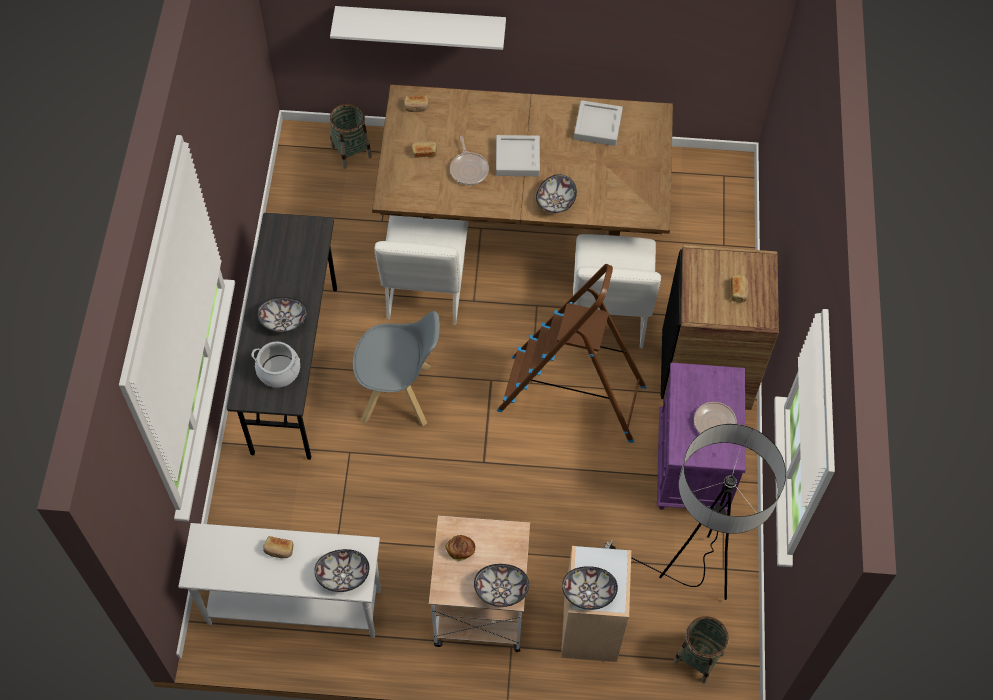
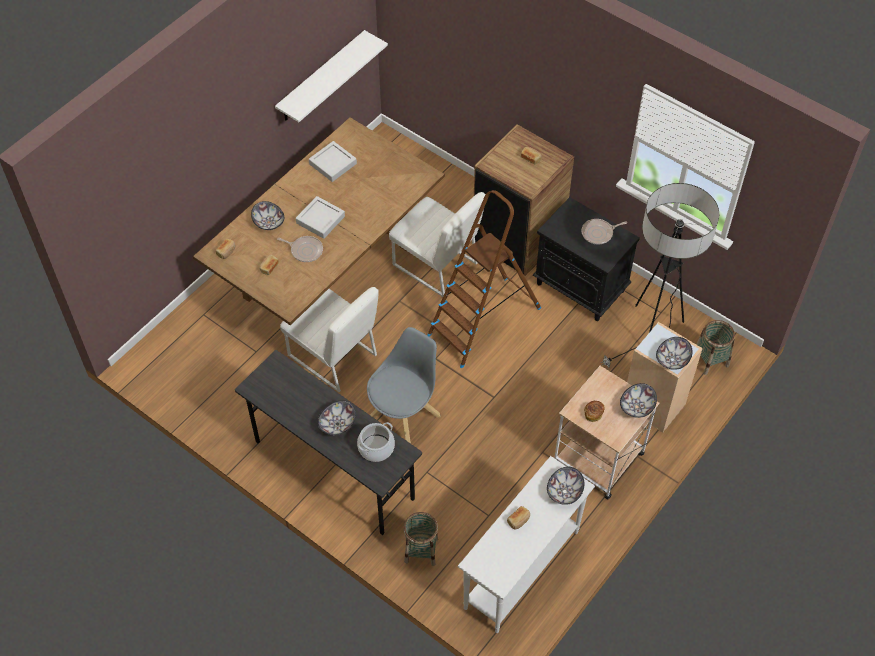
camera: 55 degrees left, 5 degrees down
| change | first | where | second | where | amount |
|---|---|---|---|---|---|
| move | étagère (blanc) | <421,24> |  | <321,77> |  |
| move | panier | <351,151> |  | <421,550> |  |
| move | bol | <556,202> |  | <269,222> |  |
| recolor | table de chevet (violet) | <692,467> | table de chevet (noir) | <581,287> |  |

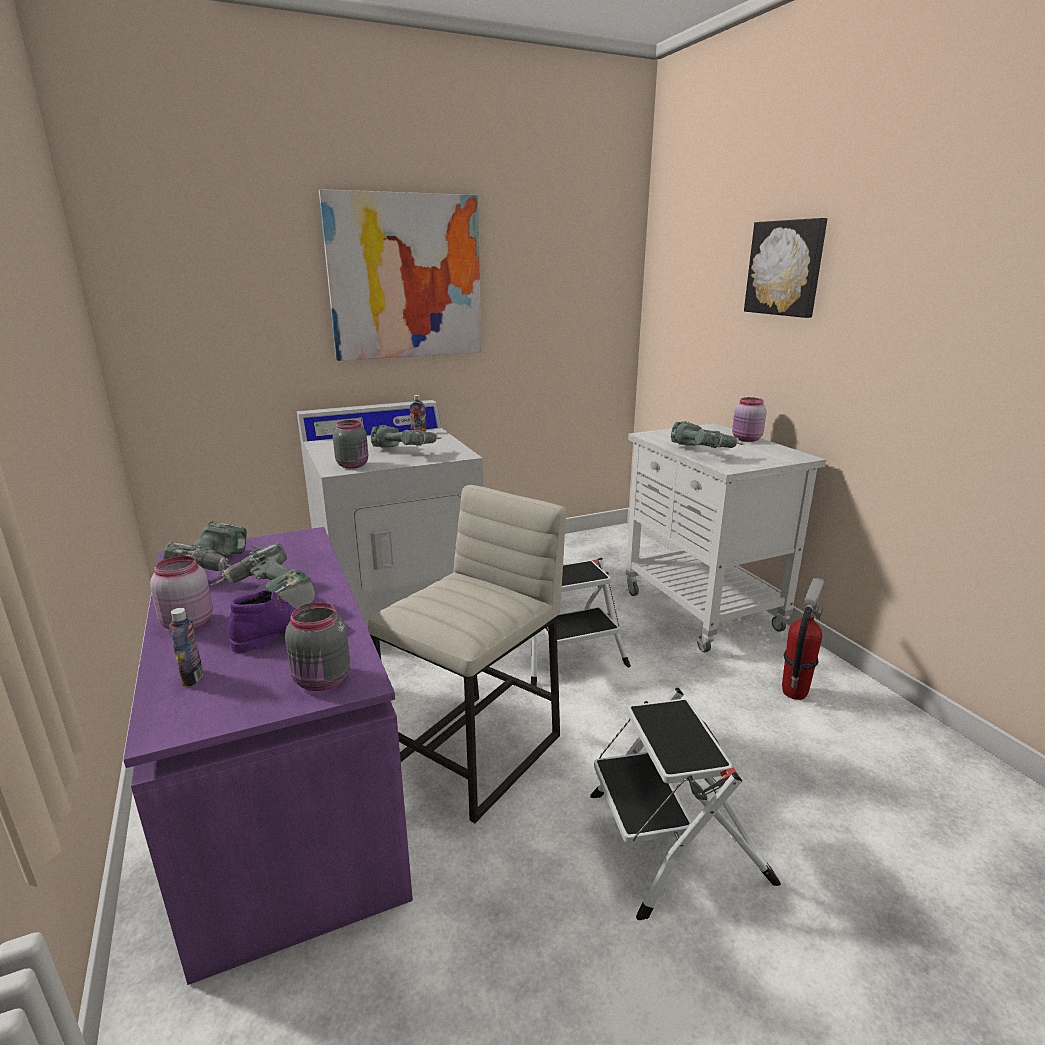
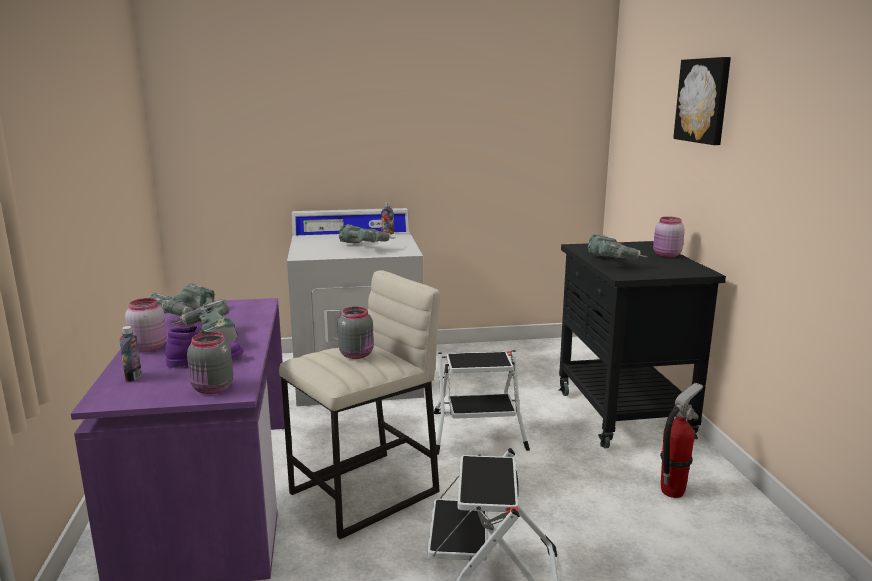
camera: 15 degrees right, 5 degrees down
| change | first | where | second | where | amount |
|---|---|---|---|---|---|
| delete | tableau | <405,277> |  |  |  |
| move | bocal (gris) | <353,465> |  | <357,354> |  |
| recolor | chariot (blanc) | <702,612> | chariot (noir) | <623,417> |  |

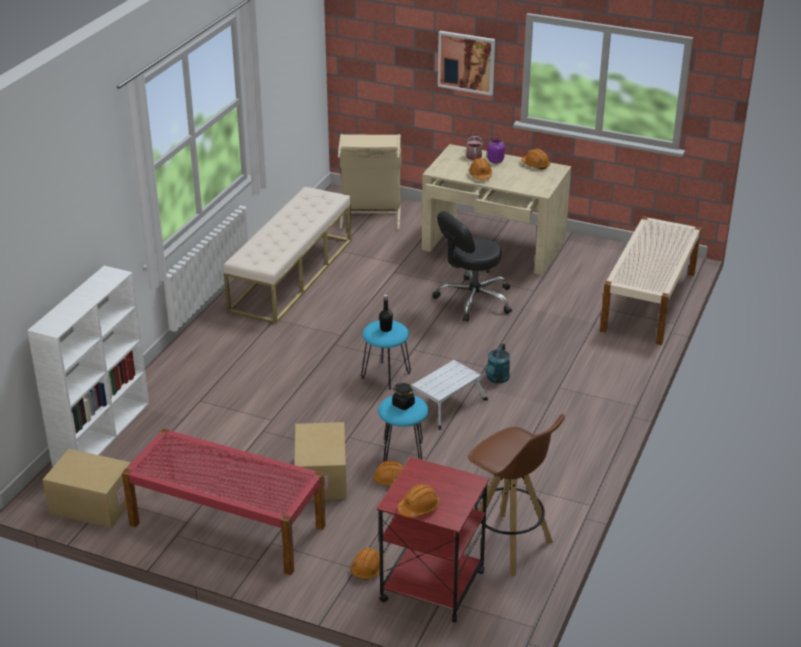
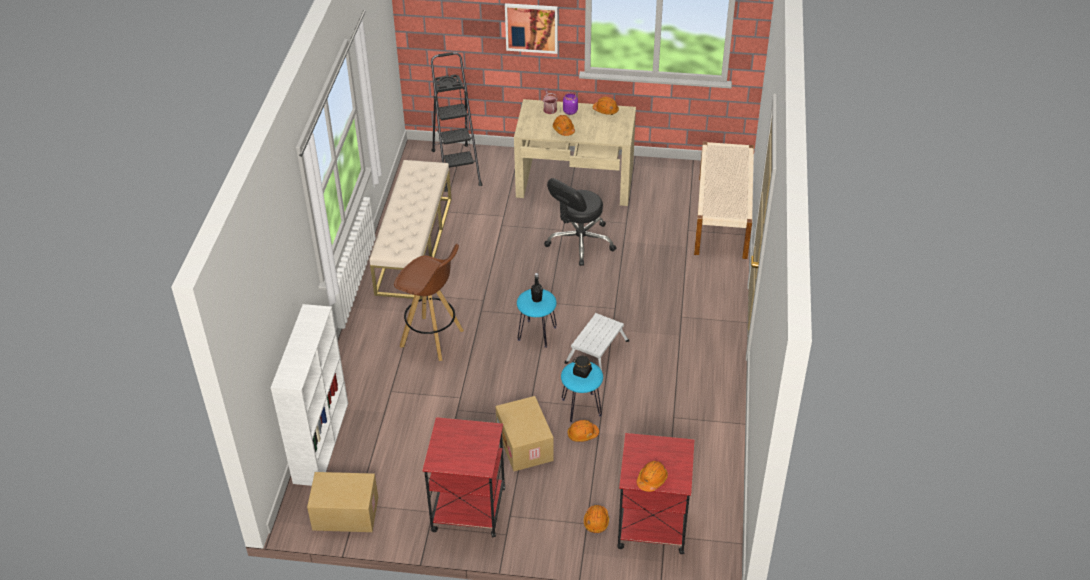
camera: 15 degrees left, 10 degrees up
| change | first | where | second | where | amount |
|---|---|---|---|---|---|
| replace | panier à linge (beige) | <370,214> | escabeau | <456,166> |  |
| delete | arrosoir (turquoise) | <497,379> |  |  |  |
| move | tabouret (marron) | <508,545> |  | <433,339> |  |
| replace | banc (rouge) | <227,526> | chariot (rouge) | <467,508> |  |

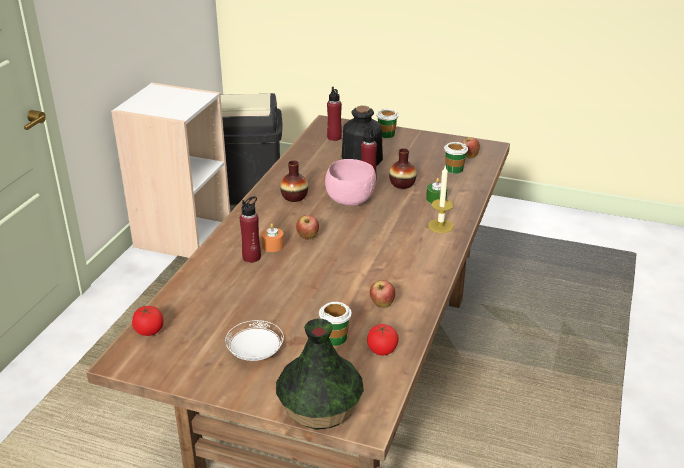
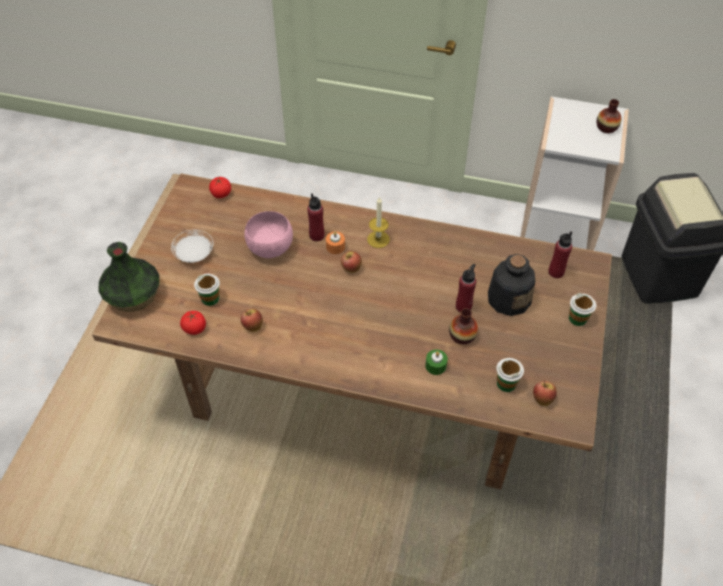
camera: 85 degrees right, 20 degrees up
| change | first | where | second | where | amount |
|---|---|---|---|---|---|
| move | bol (rose) | <351,200> |  | <271,249> |  |
| move | vase | <294,197> |  | <606,127> |  |
| move | bougie | <440,226> |  | <378,239> |  |

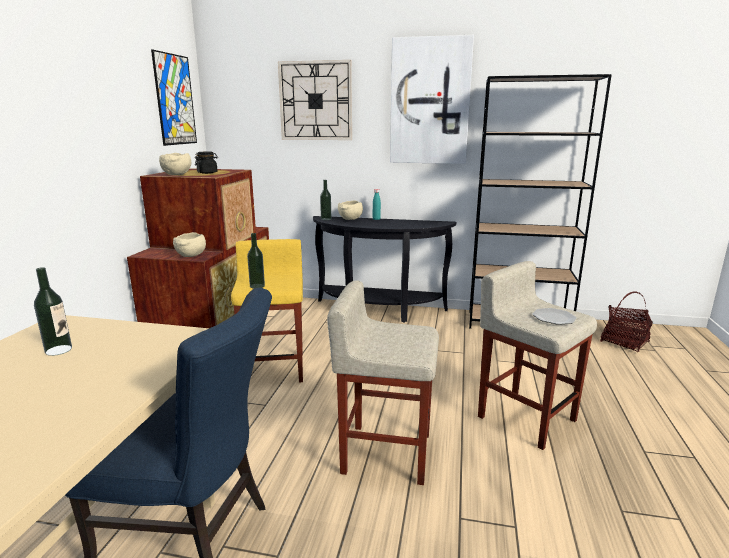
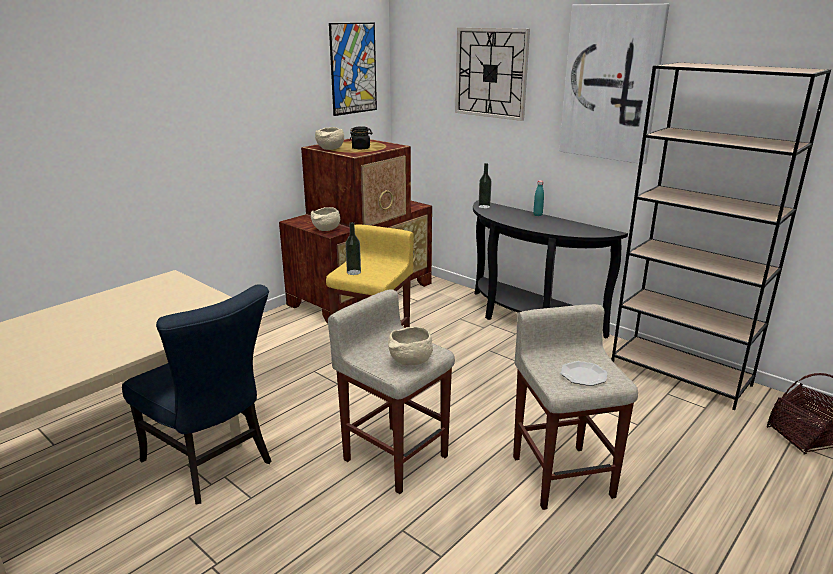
camera: 30 degrees right, 5 degrees up
| change | first | where | second | where | amount |
|---|---|---|---|---|---|
| move | bol (beige) | <350,219> |  | <410,362> |  |
| delete | bouteille | <58,350> |  |  |  |

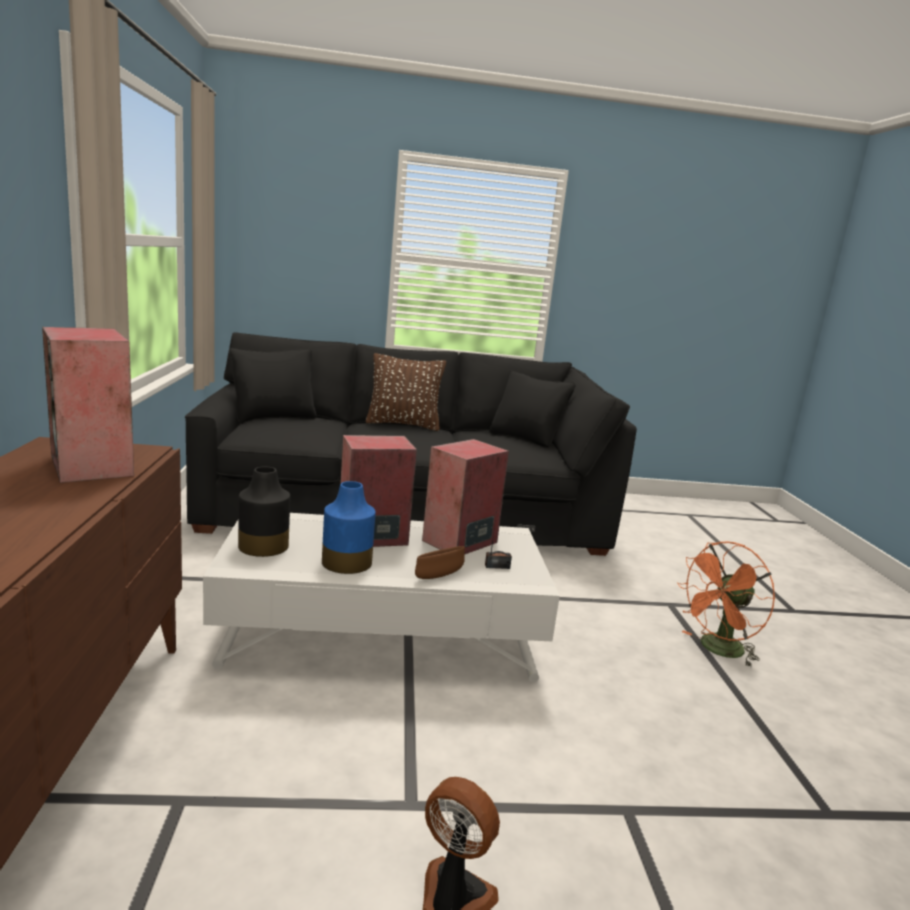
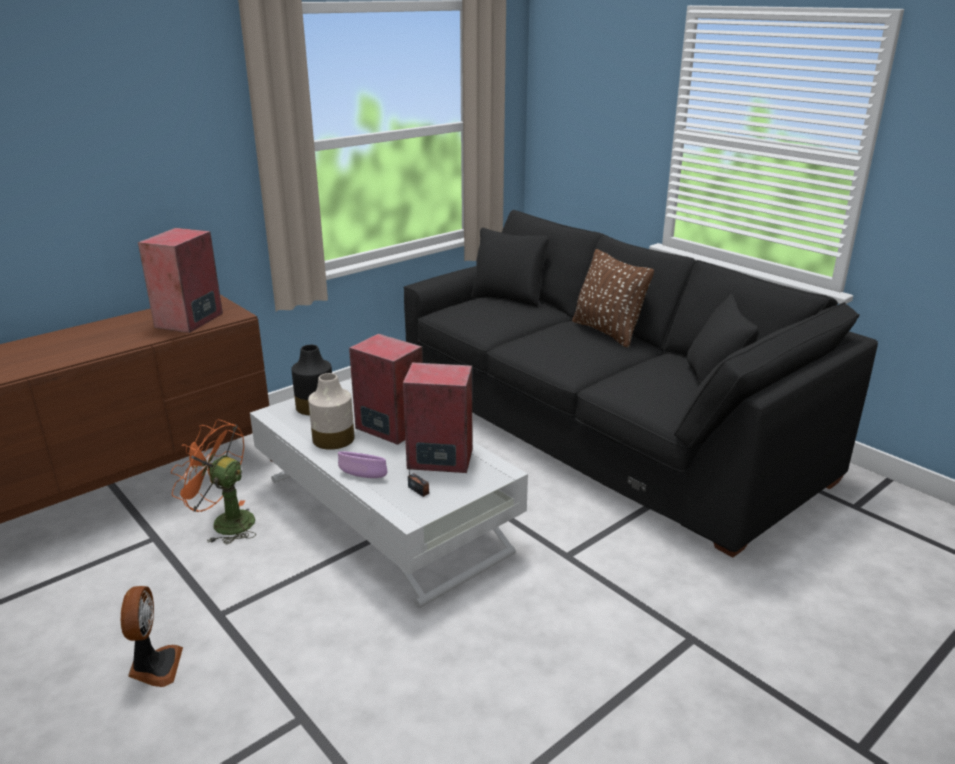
camera: 55 degrees right, 10 degrees up
| change | first | where | second | where | amount |
|---|---|---|---|---|---|
| recolor | vase (bleu) | <347,562> | vase (beige) | <333,439> |  |
| move | ventilateur (orange) | <717,650> |  | <224,522> |  |
| recolor | bol (marron) | <439,576> | bol (violet) | <363,476> |  |

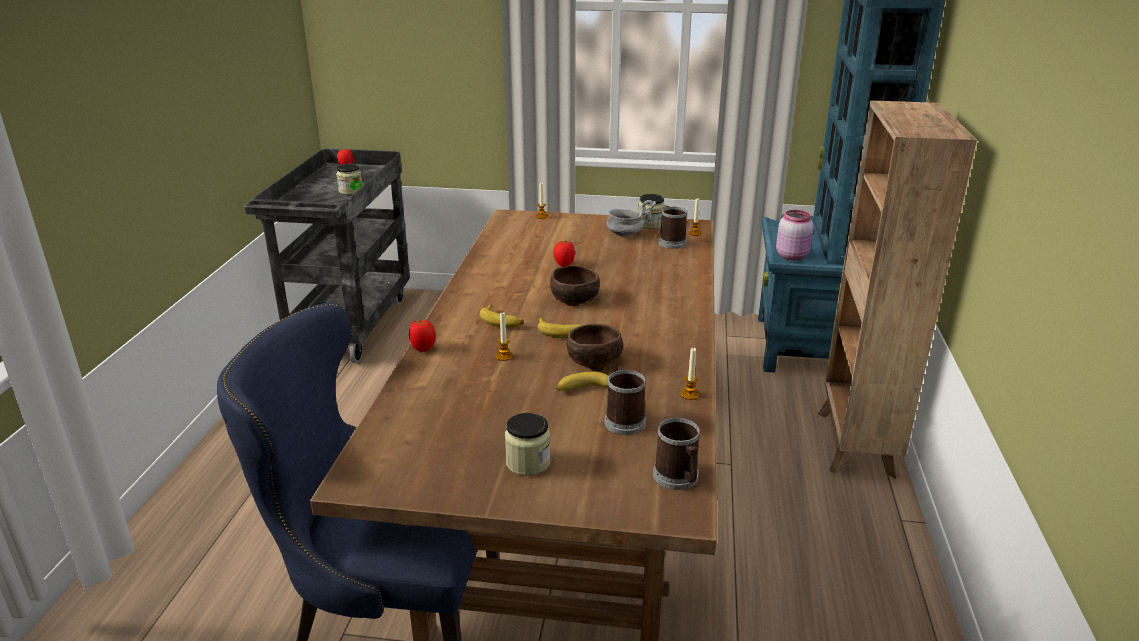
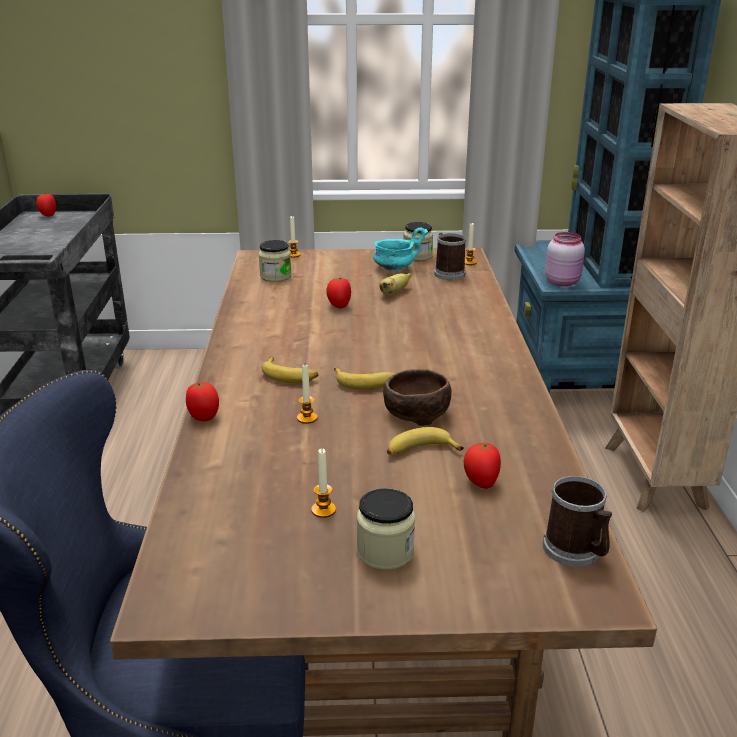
camera: 10 degrees left, 0 degrees up
| change | first | where | second | where | amount |
|---|---|---|---|---|---|
| move | bocal | <350,191> |  | <275,276> |  |
| recolor | bol (gris) | <626,234> | bol (turquoise) | <395,268> |  |
| delete | bol (marron) | <576,299> |  |  |  |
| move | bougie | <689,395> |  | <323,510> |  |
| replace | mug | <624,420> | tomate | <480,483> |  |
| insert |  |  | banane | <394,292> |  |

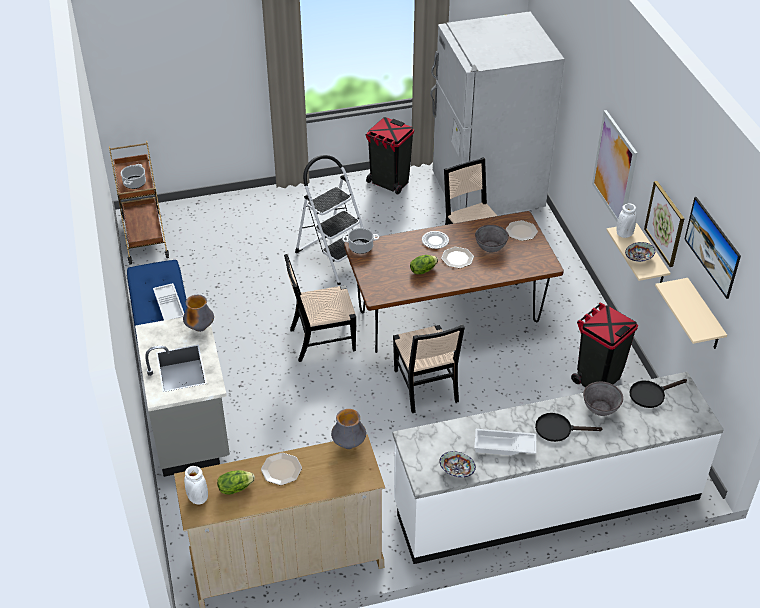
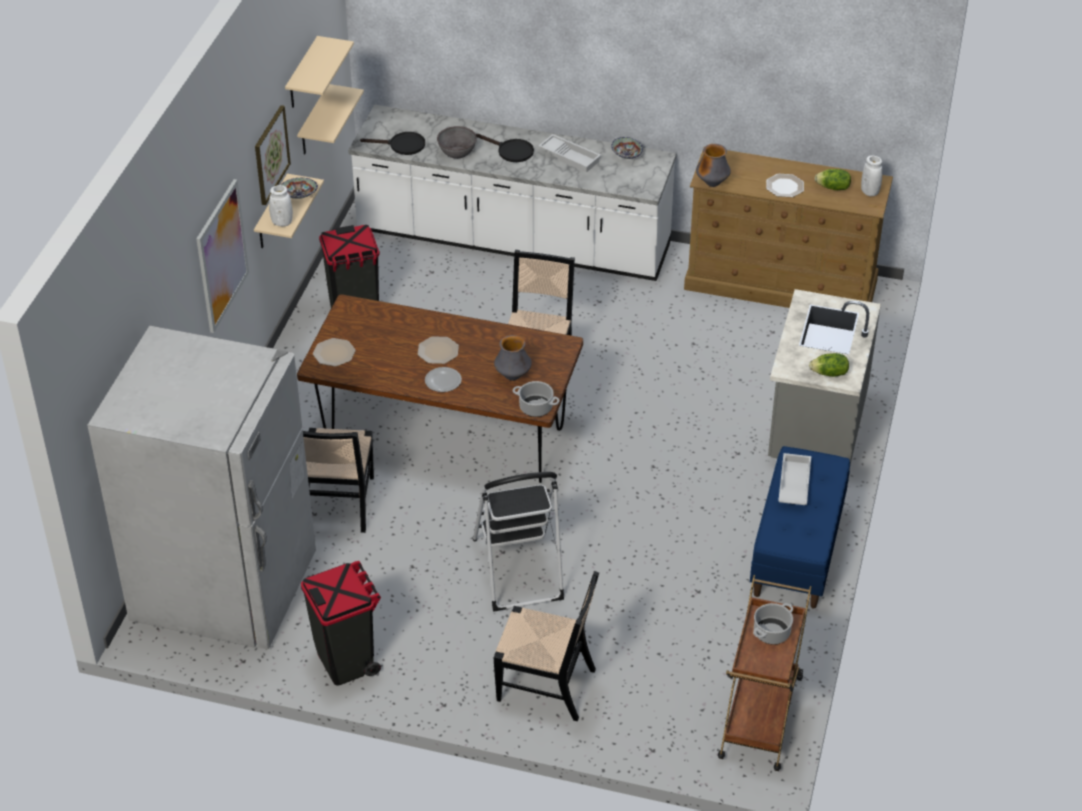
camera: 150 degrees left, 0 degrees up
| change | first | where | second | where | amount |
|---|---|---|---|---|---|
| replace | tableau | <709,257> | étagère (beige) | <302,74> |  |
| delete | bol (gris) | <490,246> |  |  |  |
| move | chaise | <322,340> |  | <546,686> |  |
| move | laitue | <423,270> |  | <829,373> |  |
| move | vase | <200,328> |  | <512,376> |  |

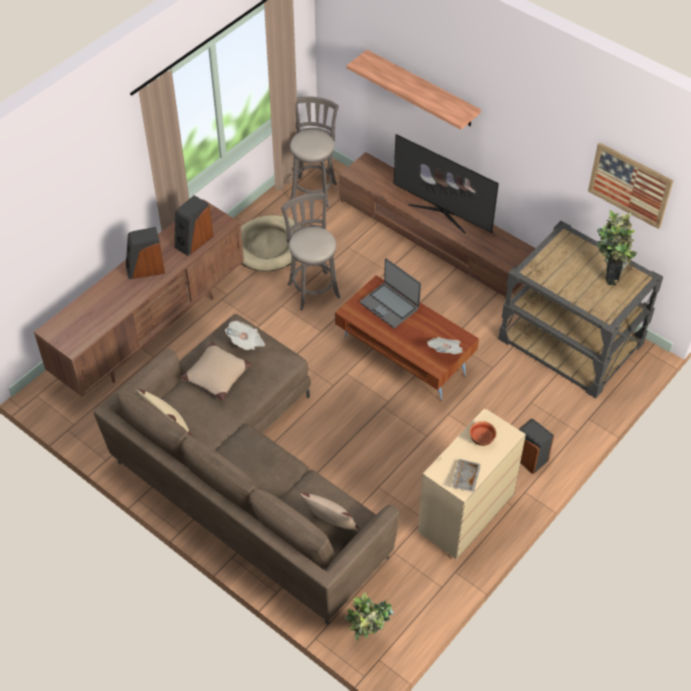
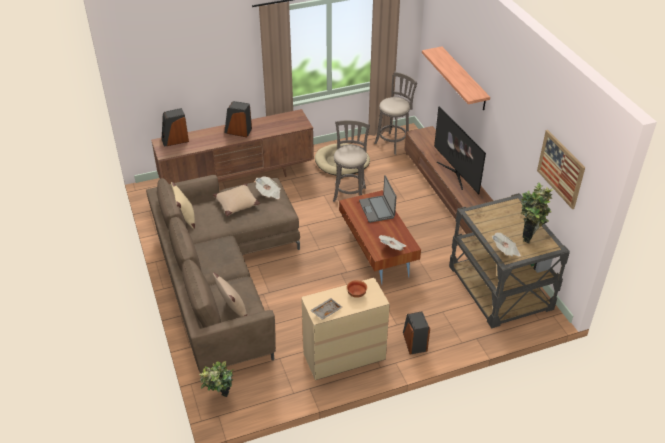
camera: 30 degrees right, 10 degrees down
| change | first | where | second | where | amount |
|---|---|---|---|---|---|
| move | enceinte | <193,241> |  | <175,140> |  |
| insert |  |  | journal | <505,251> |  |

